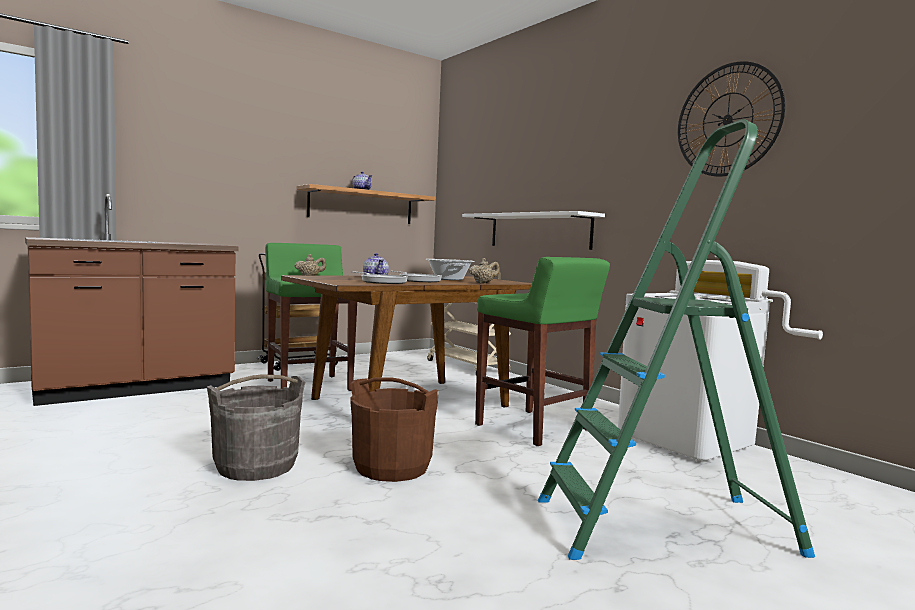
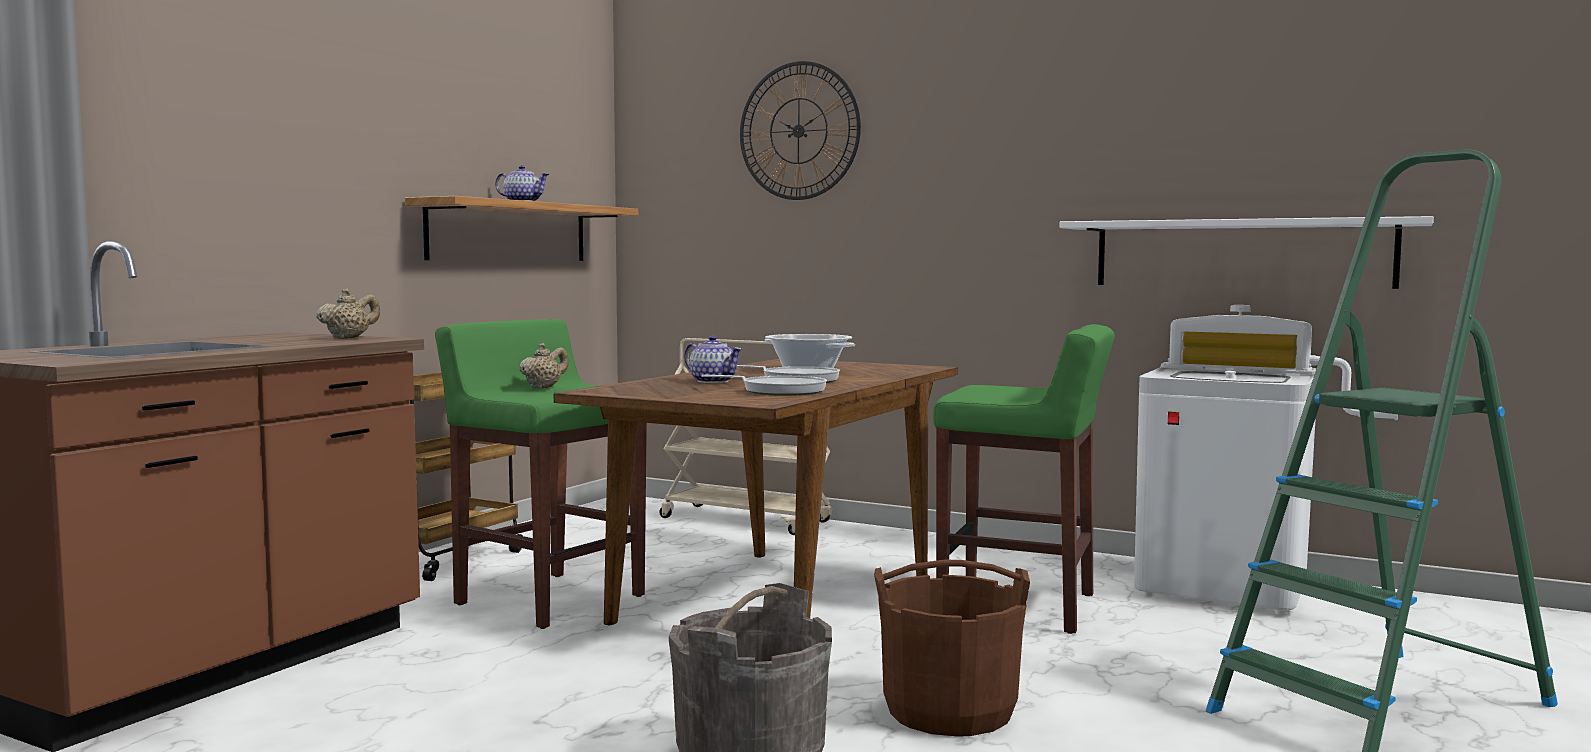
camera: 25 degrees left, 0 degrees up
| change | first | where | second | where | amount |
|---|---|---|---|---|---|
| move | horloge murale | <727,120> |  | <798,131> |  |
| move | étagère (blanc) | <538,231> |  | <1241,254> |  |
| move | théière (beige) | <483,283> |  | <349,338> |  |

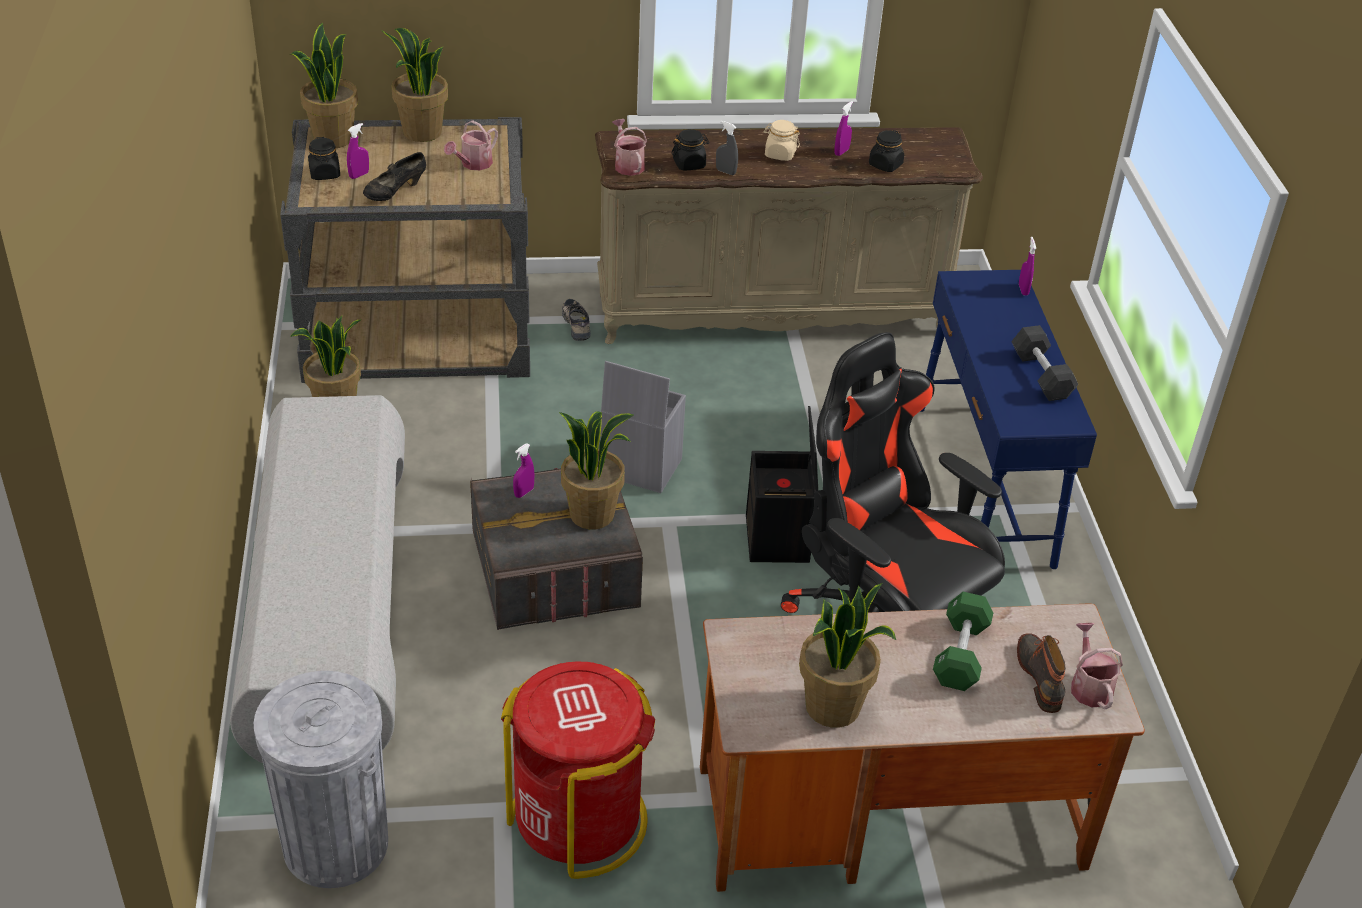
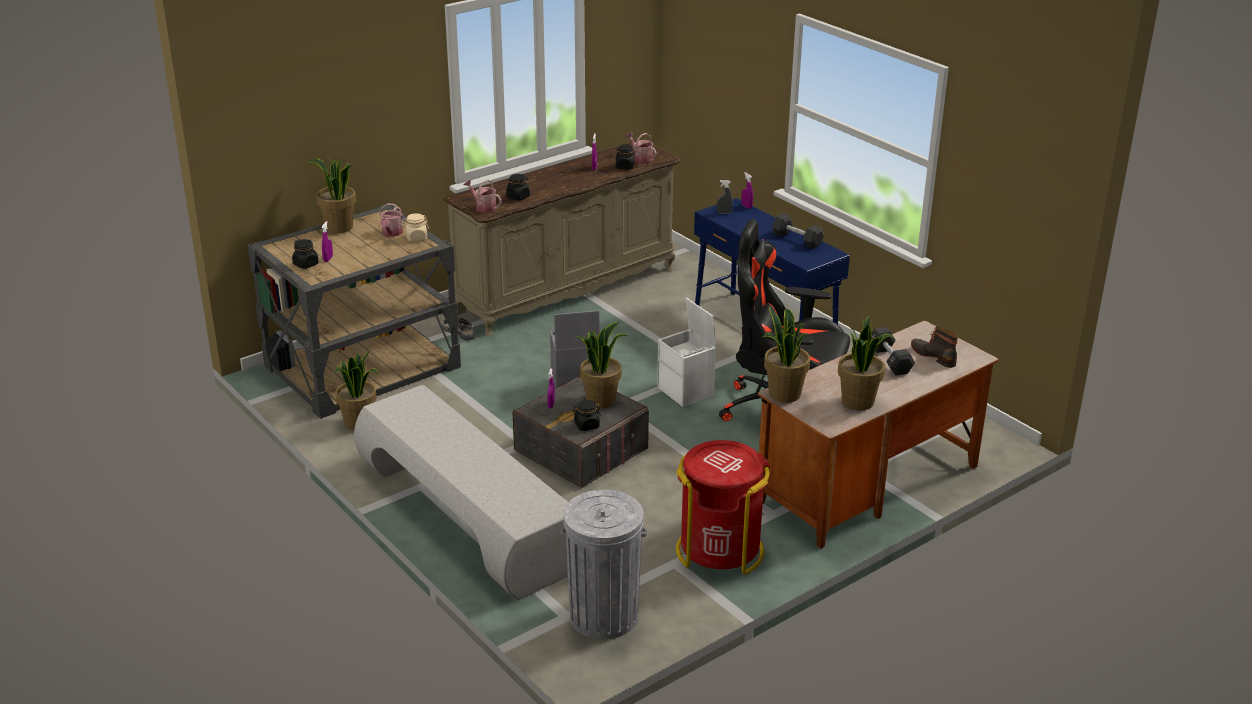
camera: 30 degrees left, 10 degrees down
| change | first | where | second | where | amount |
|---|---|---|---|---|---|
| move | plante en pot | <332,138> |  | <783,394> |  |
| move | bocal (beige) | <780,154> |  | <416,238> |  |
| move | vaporisateur (gris) | <725,172> |  | <724,213> |  |
| delete | chaussure (noir) | <395,192> |  |  |  |
| recolor | boîte de rangement (noir) | <778,540> | boîte de rangement (blanc) | <686,391> |  |
| recolor | haltère (vert) | <960,654> | haltère (noir) | <889,360> |  |
| move | arrosoir | <1089,686> |  | <641,159> |  |
| insert |  |  | bocal (noir) | <586,425> |  |

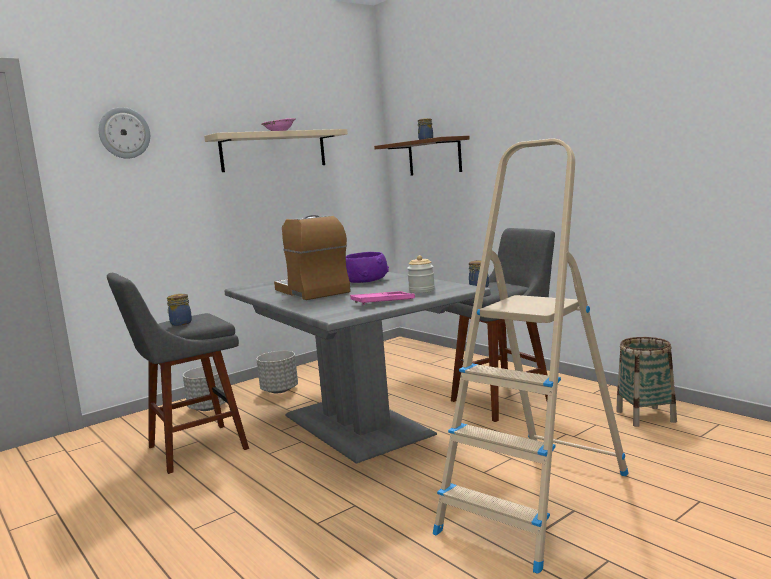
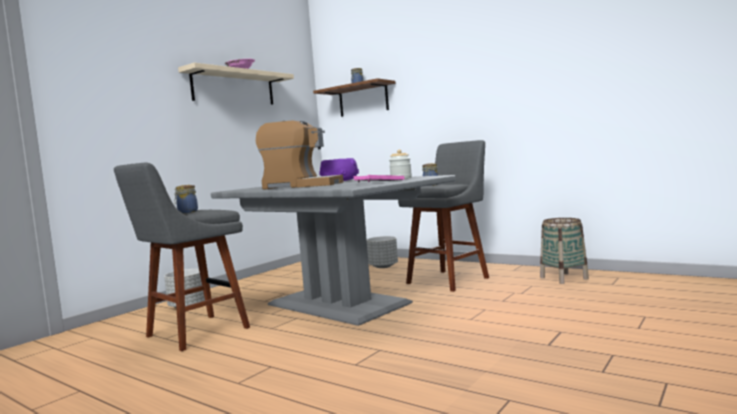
camera: 15 degrees left, 5 degrees down
| change | first | where | second | where | amount |
|---|---|---|---|---|---|
| delete | horloge murale | <124,133> |  |  |  |
| delete | escabeau (beige) | <536,502> |  |  |  |
| rotate | machine à café | <312,291> |  | <301,186> | 150 degrees clockwise |
| move | cache-pot (gris) | <279,390> |  | <383,266> |  |

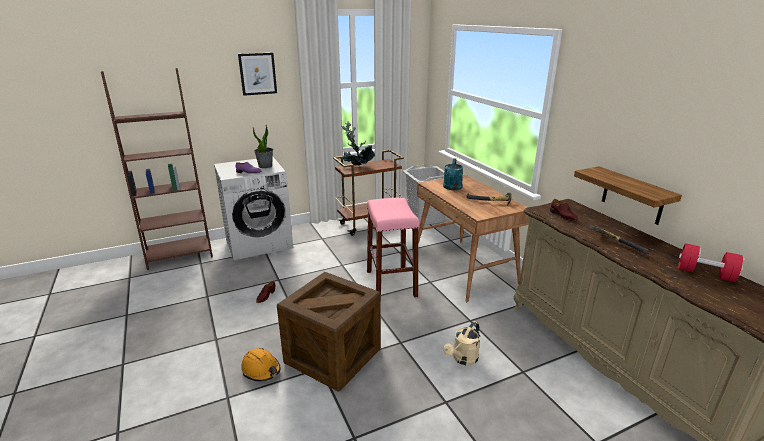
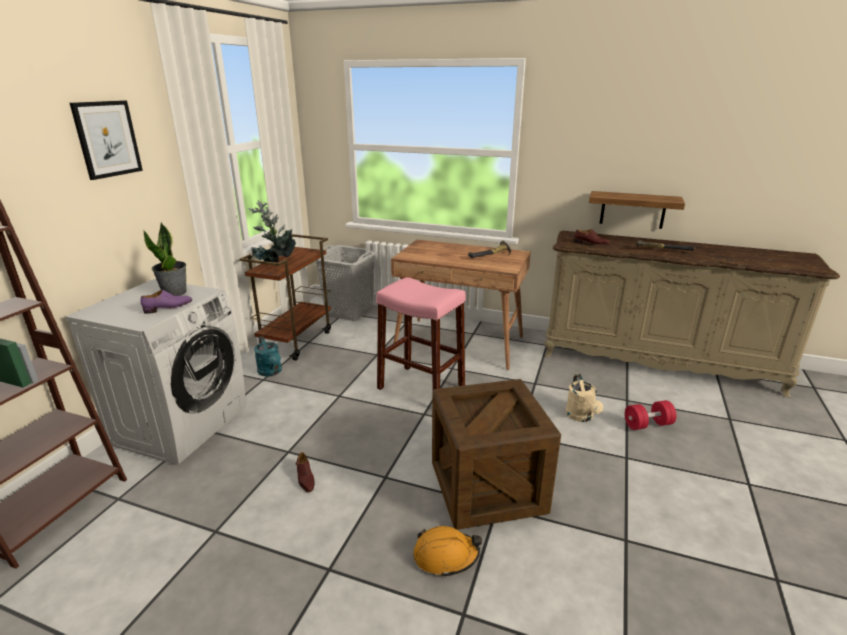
camera: 45 degrees left, 0 degrees up
| change | first | where | second | where | amount |
|---|---|---|---|---|---|
| move | arrosoir (turquoise) | <452,188> |  | <271,372> |  |
| move | haltère (rouge) | <705,273> |  | <647,424> |  |

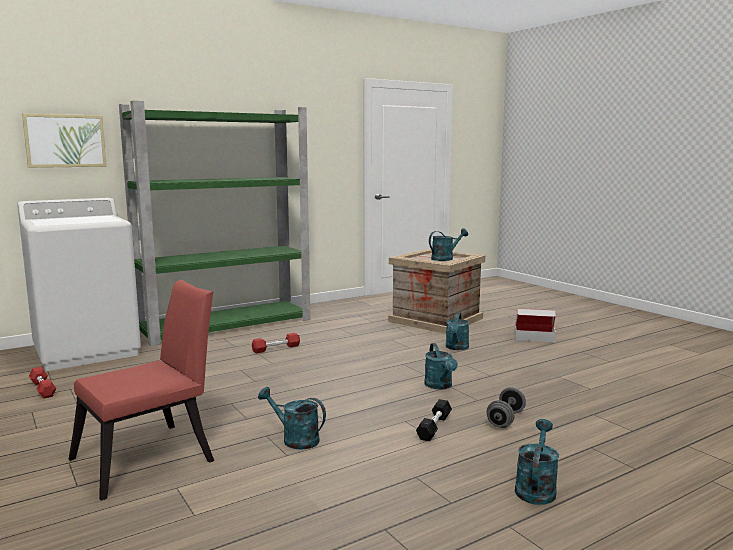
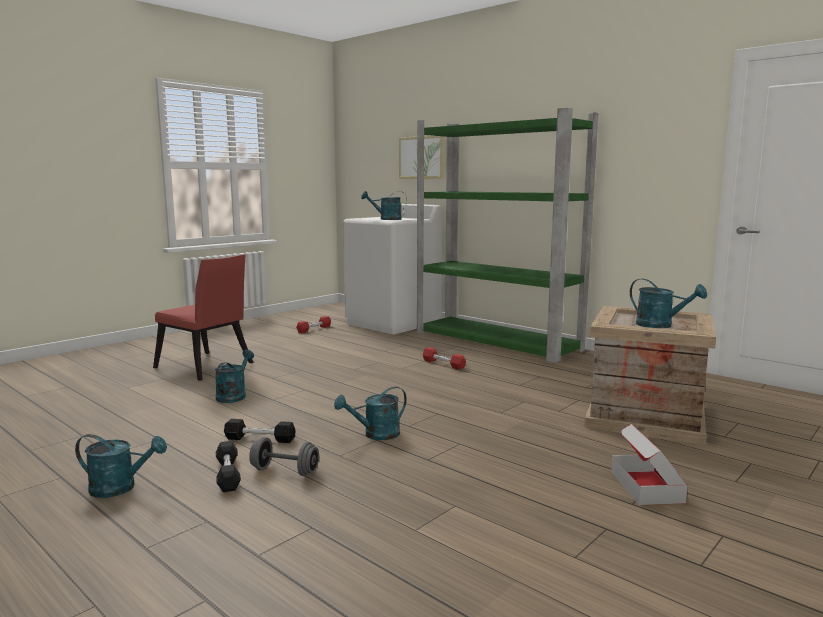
camera: 75 degrees right, 0 degrees up
| change | first | where | second | where | amount |
|---|---|---|---|---|---|
| move | arrosoir (turquoise) | <456,348> |  | <386,219> |  |
| insert |  |  | haltère (noir) | <228,474> |  |

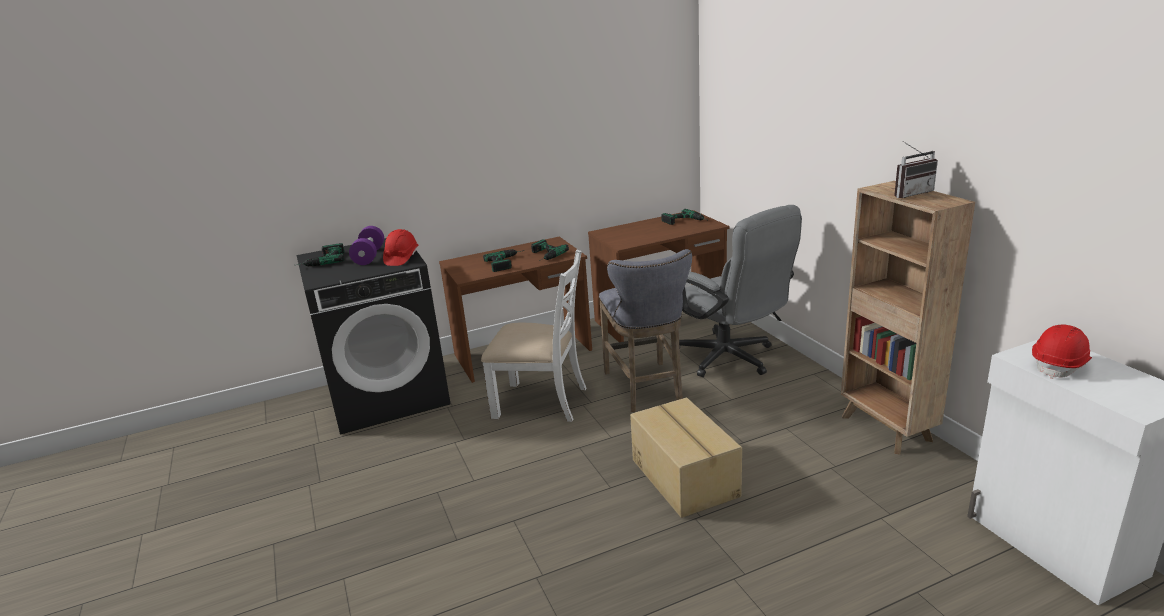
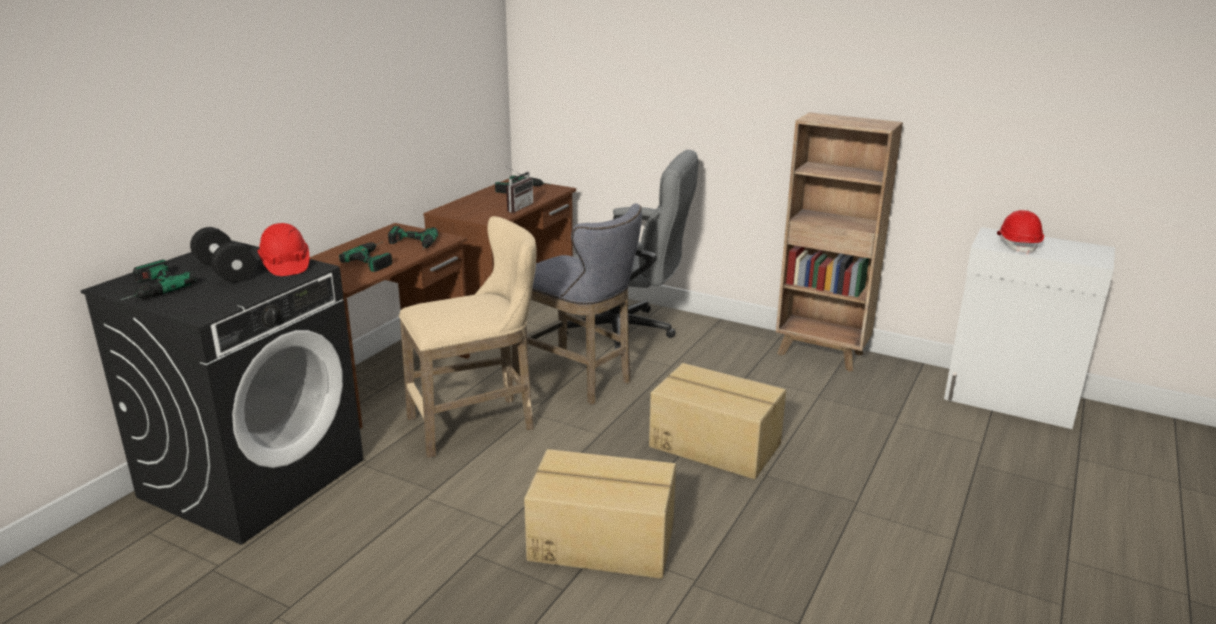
camera: 40 degrees left, 0 degrees up
| change | first | where | second | where | amount |
|---|---|---|---|---|---|
| move | radio | <910,193> |  | <516,207> |  |
| recolor | haltère (violet) | <369,256> | haltère (noir) | <225,271> |  |
| replace | chaise (blanc) | <541,402> | tabouret (beige) | <478,423> |  |
| insert |  |  | carton | <601,540> |  |

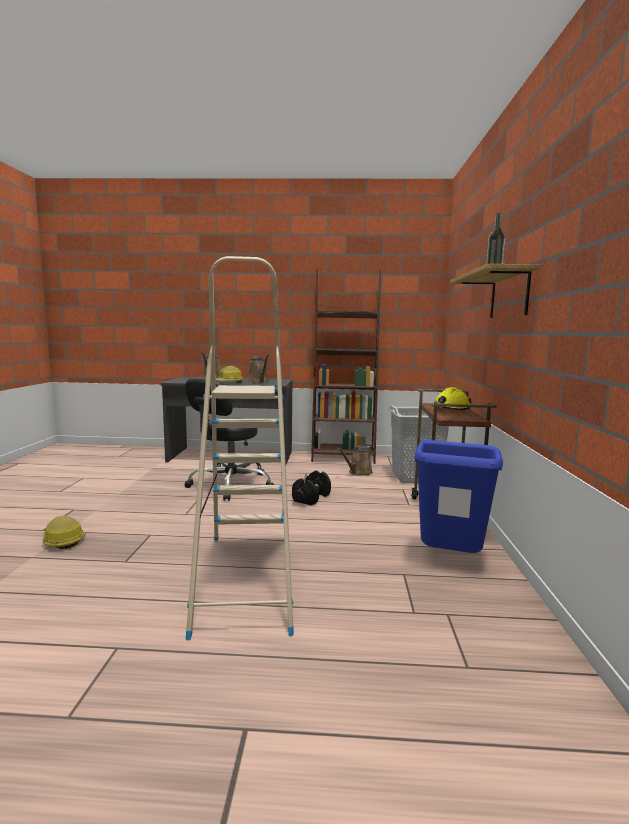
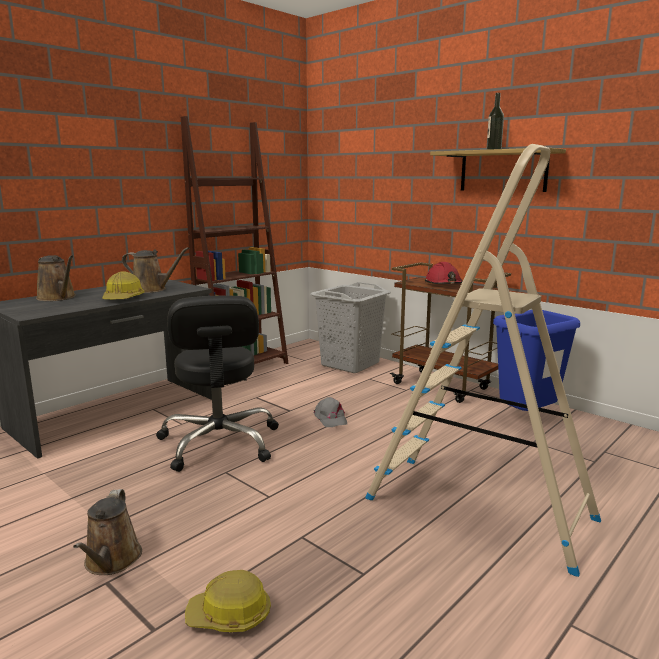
camera: 50 degrees left, 5 degrees up
| change | first | where | second | where | amount |
|---|---|---|---|---|---|
| recolor | casque de chantier (jaune) | <450,410> | casque de chantier (rouge) | <443,284> |  |
| move | arrosoir (marron) | <358,472> |  | <111,561> |  |
| replace | haltère (noir) | <311,498> | casquette (gris) | <330,418> |  |

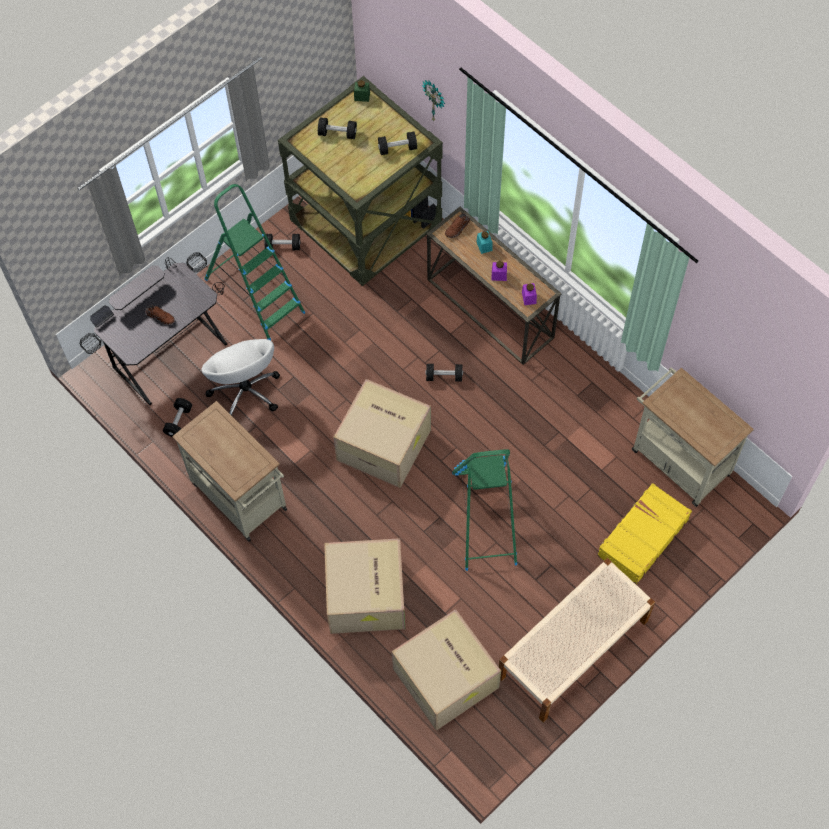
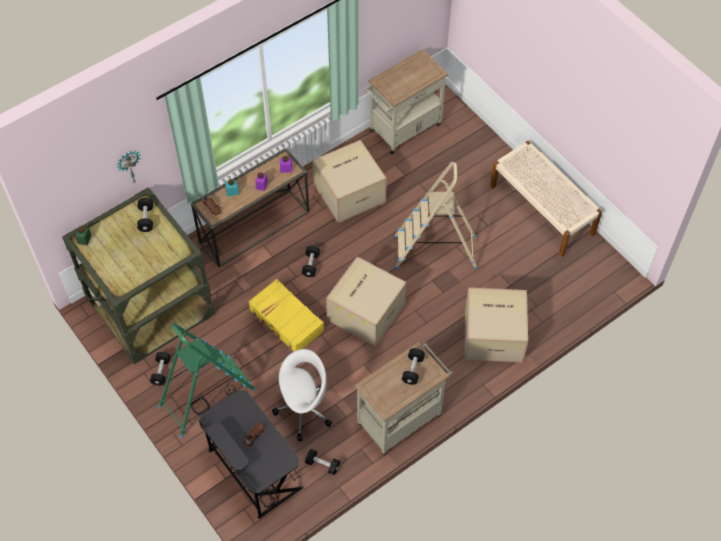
camera: 85 degrees left, 5 degrees down
| change | first | where | second | where | amount |
|---|---|---|---|---|---|
| move | haltère (noir) | <337,133> |  | <413,370> |  |
| recolor | escabeau (vert) | <483,516> | escabeau (beige) | <434,252> |  |
| move | valise (jaune) | <642,537> |  | <286,321> |  |
| move | carton | <447,678> |  | <349,192> |  |

